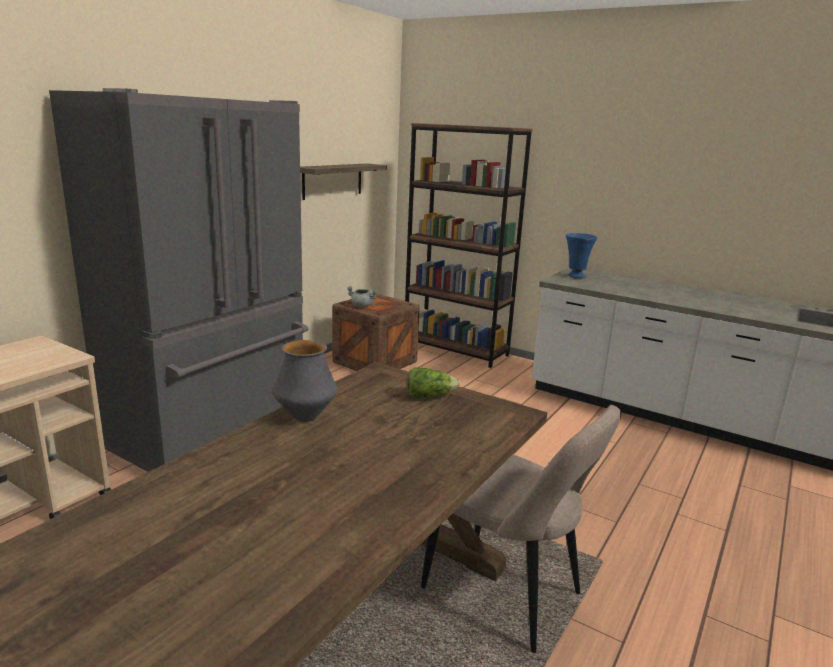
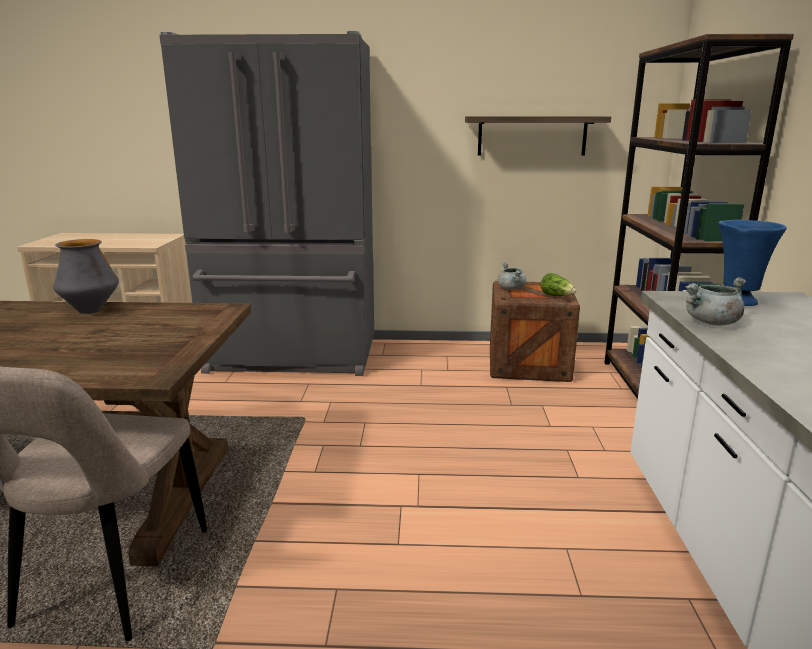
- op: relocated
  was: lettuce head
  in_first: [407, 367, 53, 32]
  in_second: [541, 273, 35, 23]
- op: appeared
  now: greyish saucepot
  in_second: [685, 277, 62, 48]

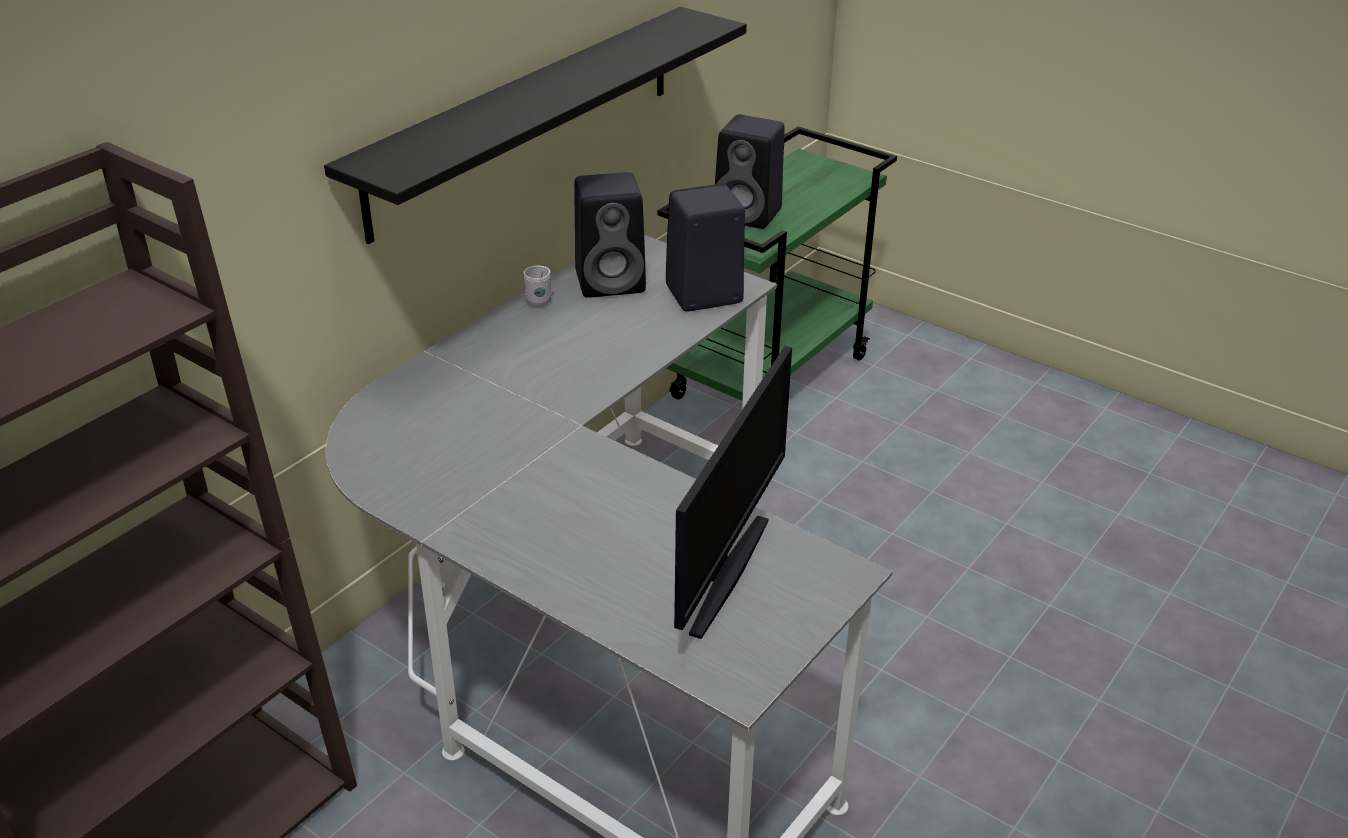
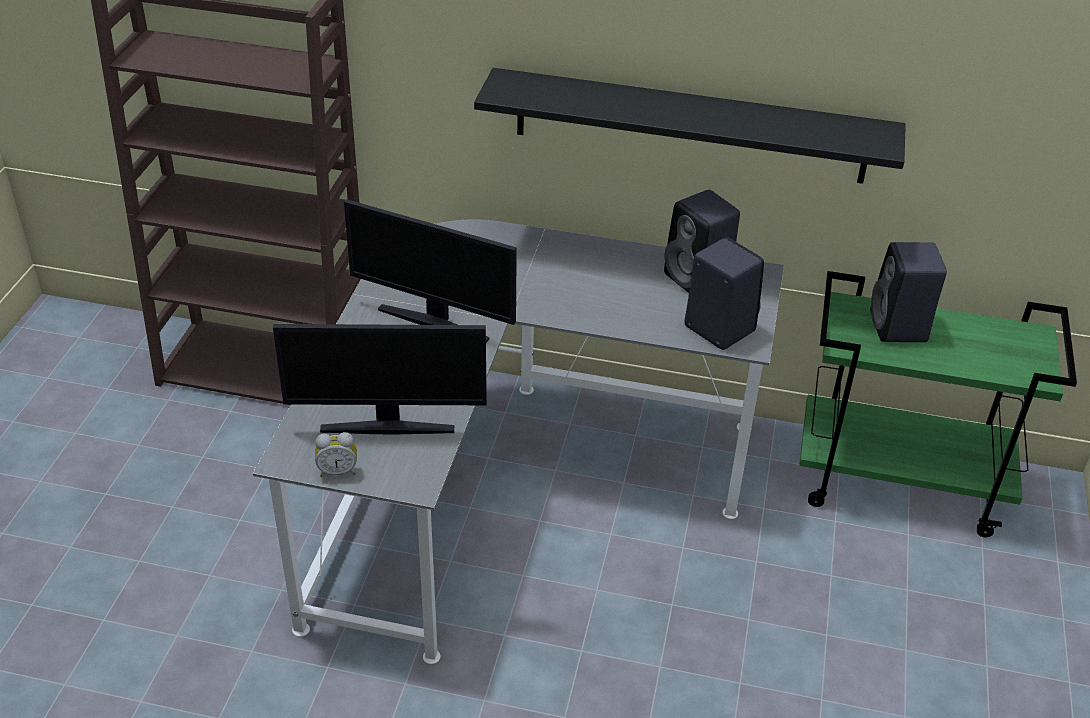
- op: missing
  was: white-coloured tea mug
  in_first: [524, 265, 28, 41]
- op: appeared
  now: computer display
  in_second: [344, 199, 173, 144]
- op: appeared
  now: bedside clock
  in_second: [315, 432, 42, 45]

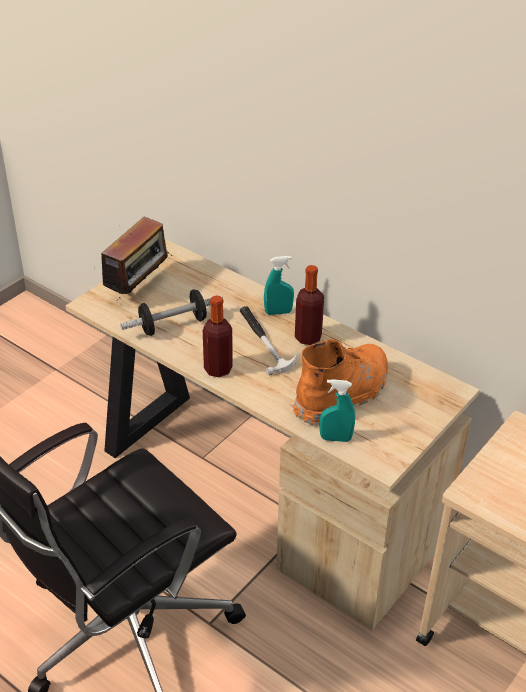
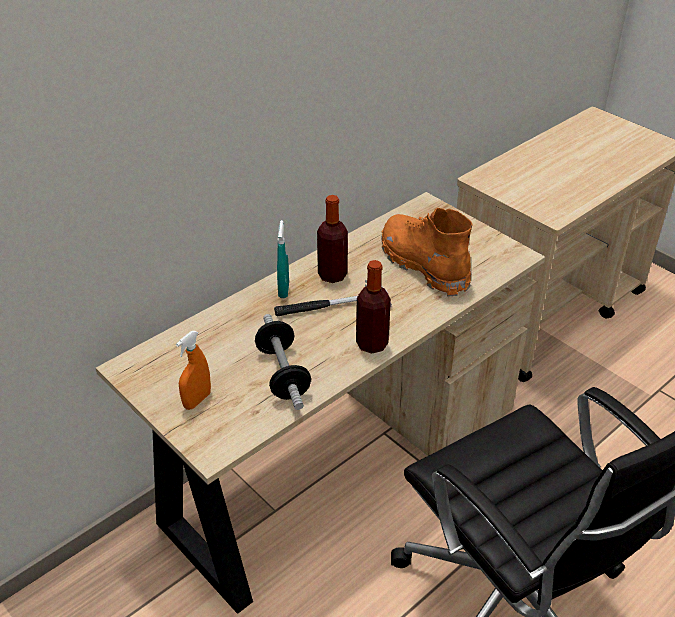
- op: exchanged
  was: radio set
  now: orange-coloured spray bottle
  in_first: [101, 217, 71, 86]
  in_second: [176, 331, 35, 79]
- op: missing
  was: turquoise spray bottle
  in_first: [320, 379, 35, 63]

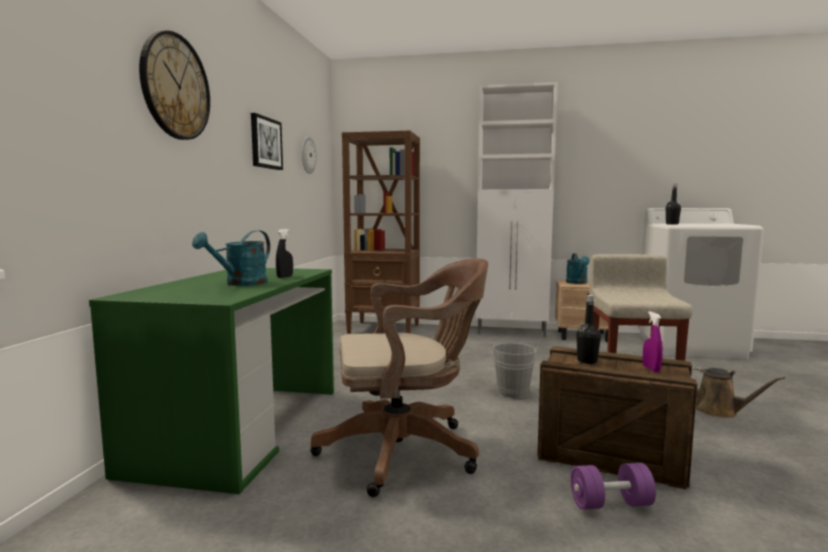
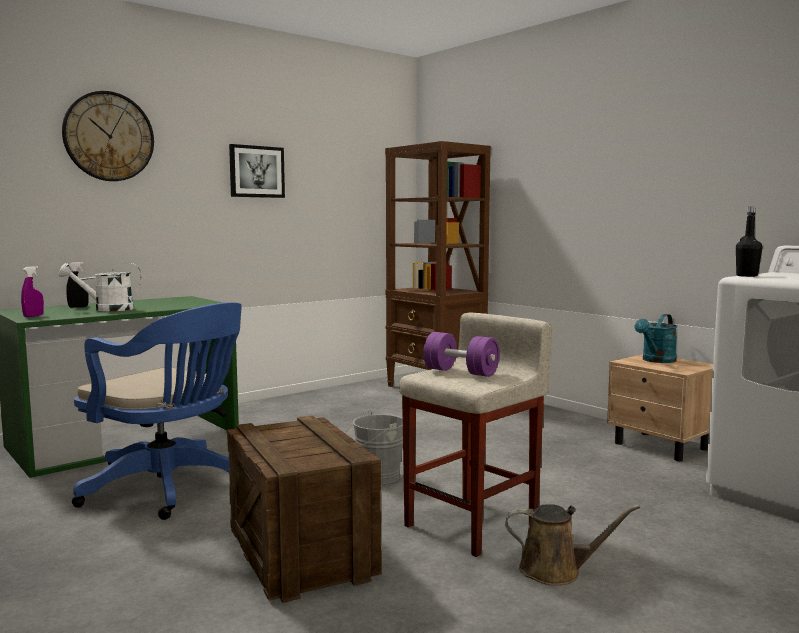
- op: missing
  was: white-coloured cupboard
  in_first: [476, 82, 82, 255]
- op: missing
  was: clock on the wall
  in_first: [302, 136, 15, 38]
- op: relocated
  was: blackish spray bottle
  in_first: [276, 229, 17, 49]
  in_second: [66, 262, 23, 46]
- op: colour
  was: turquoise watering pot
  now: white-coloured watering pot
  in_first: [192, 230, 78, 56]
  in_second: [59, 263, 82, 48]
- op: colour
  was: brown-coloured computer chair
  now: blue-coloured computer chair
  in_first: [310, 259, 178, 238]
  in_second: [72, 302, 170, 218]
- op: missing
  was: blackish drink bottle
  in_first: [576, 295, 25, 69]
- op: relocated
  was: purple-coloured spray bottle
  in_first: [643, 311, 20, 61]
  in_second: [21, 266, 23, 51]
- op: spun
  was: brown-coloured watering pot
  in_first: [692, 367, 93, 51]
  in_second: [505, 504, 135, 82]
  clockwise: -75
- op: relocated
  was: purple-coloured free weight
  in_first: [570, 463, 86, 47]
  in_second: [423, 332, 77, 45]

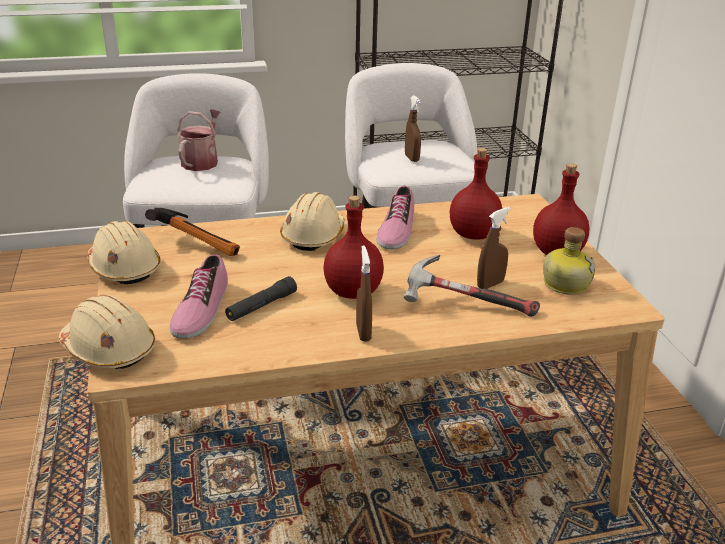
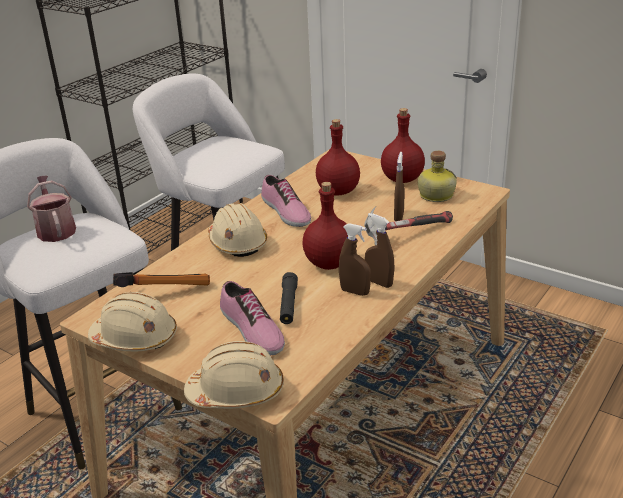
- op: relocated
  was: brown-coloured spray bottle
  in_first: [405, 95, 16, 67]
  in_second: [339, 223, 32, 73]

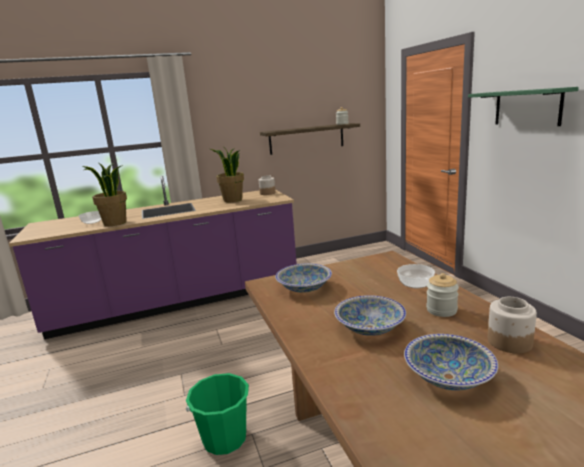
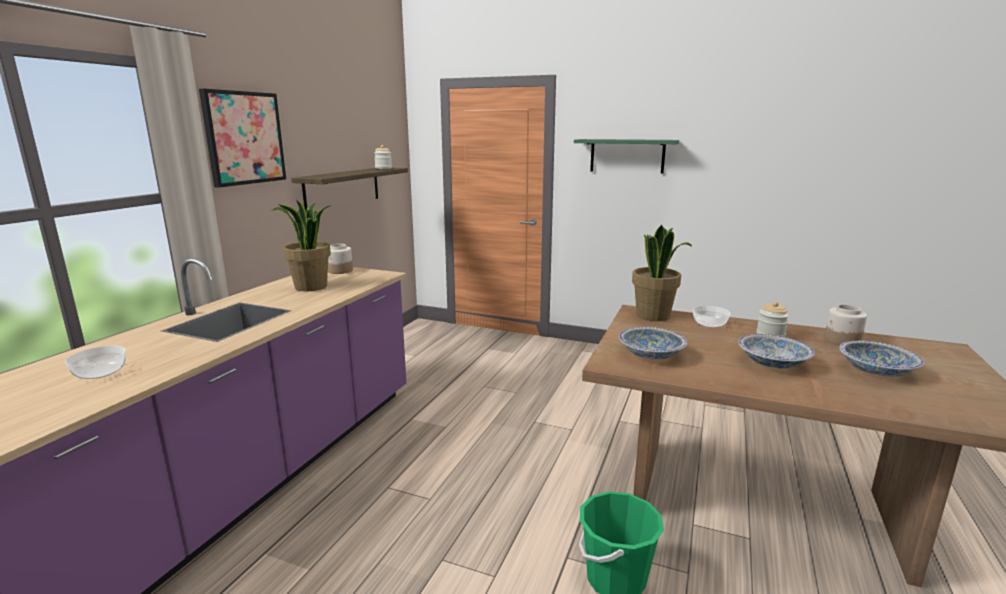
- op: relocated
  was: houseplant
  in_first: [82, 162, 45, 64]
  in_second: [632, 225, 60, 96]
- op: appeared
  now: wall art
  in_second: [199, 89, 87, 99]

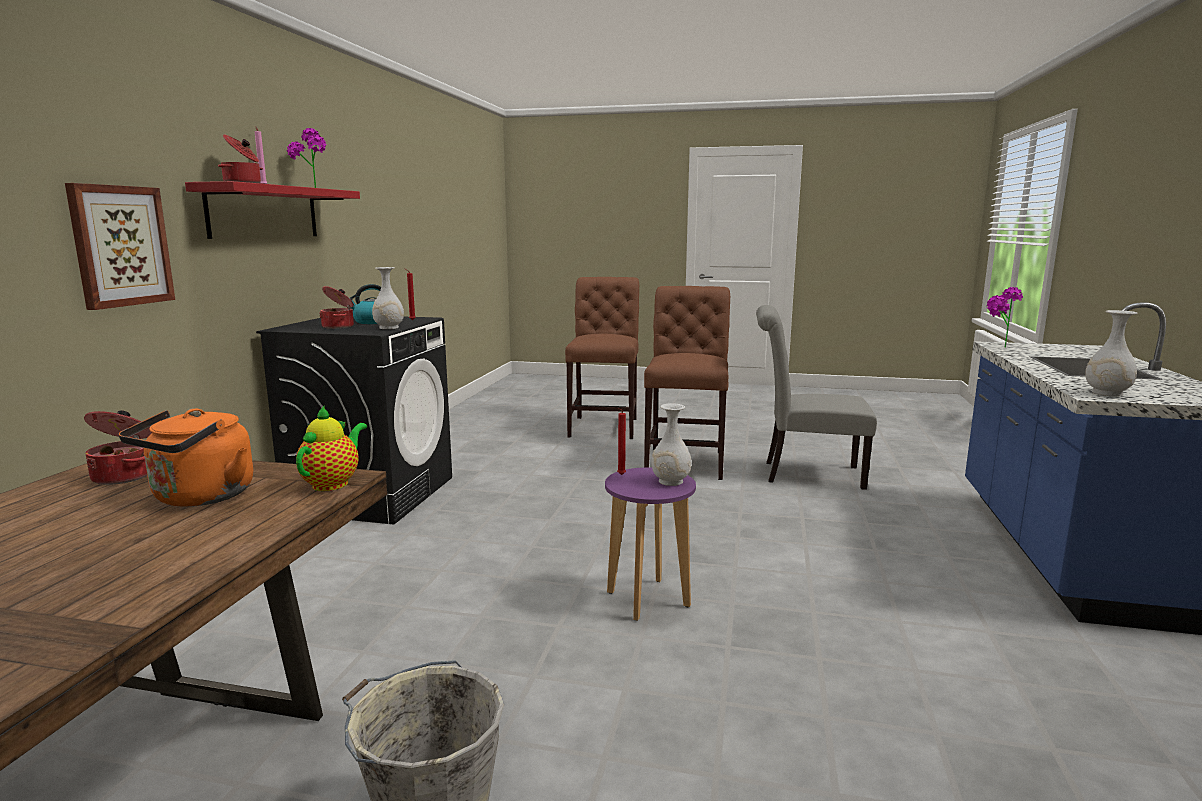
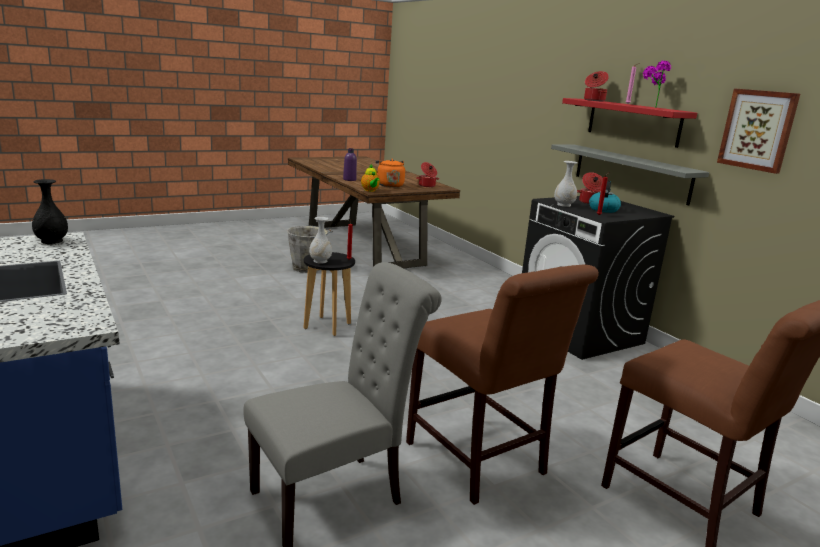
- op: relocated
  was: wall art
  in_first: [65, 183, 110, 127]
  in_second: [717, 88, 83, 86]
- op: missing
  was: houseplant
  in_first: [987, 287, 36, 61]
- op: colour
  was: white-coloured flower vase
  now: blackish flower vase
  in_first: [1085, 310, 53, 86]
  in_second: [32, 179, 36, 65]
- op: colour
  was: purple-coloured stool seat
  now: blackish stool seat
  in_first: [605, 467, 91, 154]
  in_second: [304, 252, 51, 84]
- op: appeared
  now: greyish bracket shelf
  in_second: [551, 144, 158, 61]
- op: appeared
  now: purple-coloured drink bottle
  in_second: [343, 148, 14, 33]

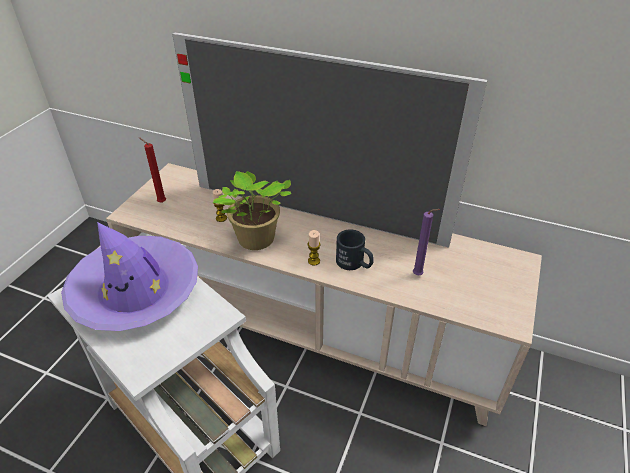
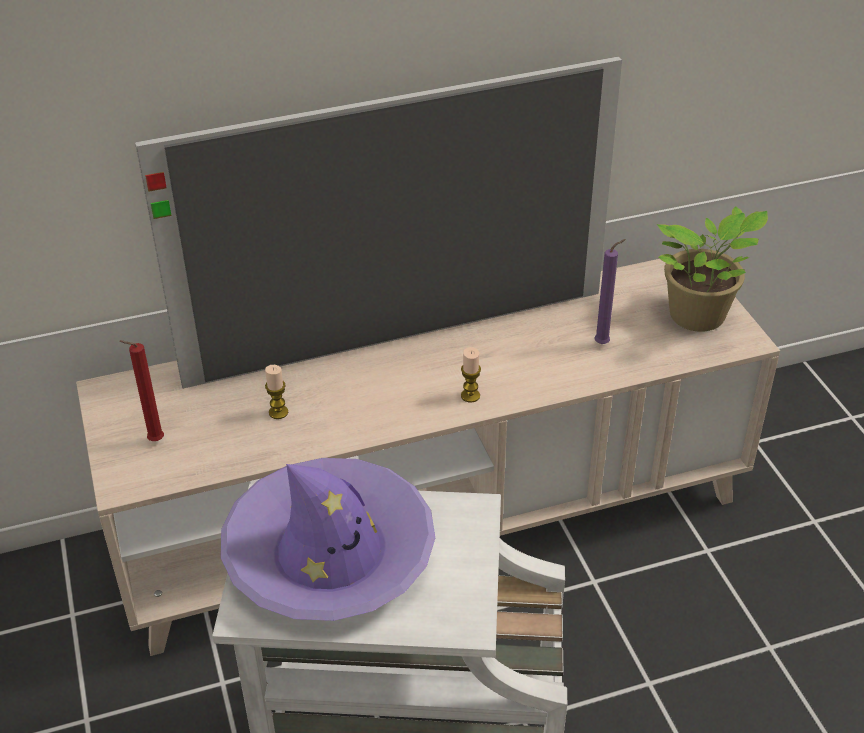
- op: relocated
  was: houseplant
  in_first: [213, 171, 78, 79]
  in_second: [657, 206, 111, 126]
- op: missing
  was: blackish tea mug
  in_first: [336, 229, 38, 41]

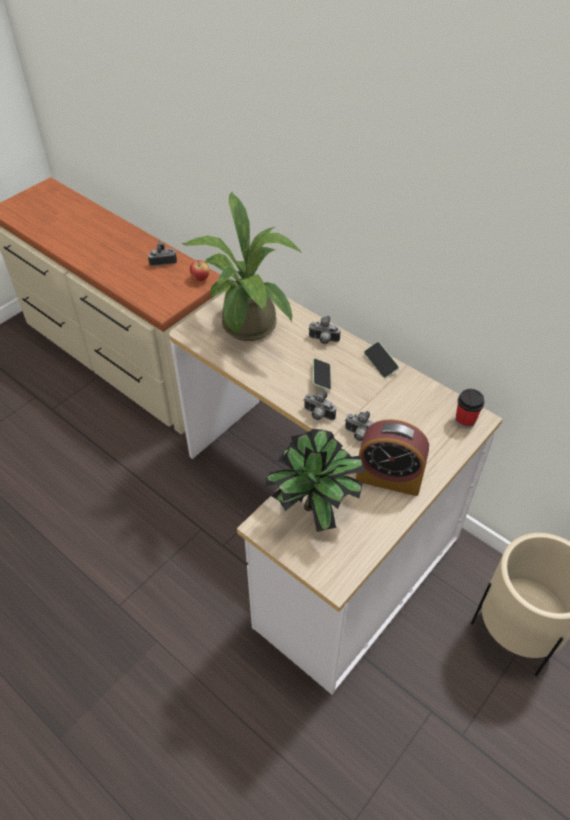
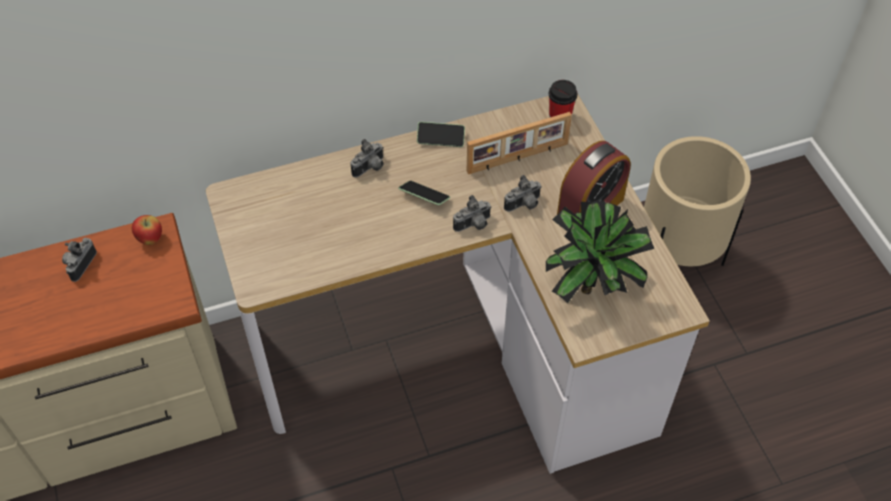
- op: missing
  was: houseplant
  in_first: [182, 191, 120, 150]
- op: appeared
  now: picture frame
  in_second: [467, 112, 105, 62]

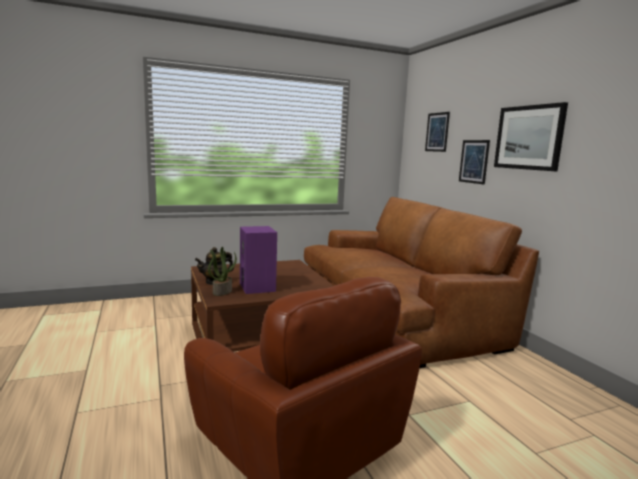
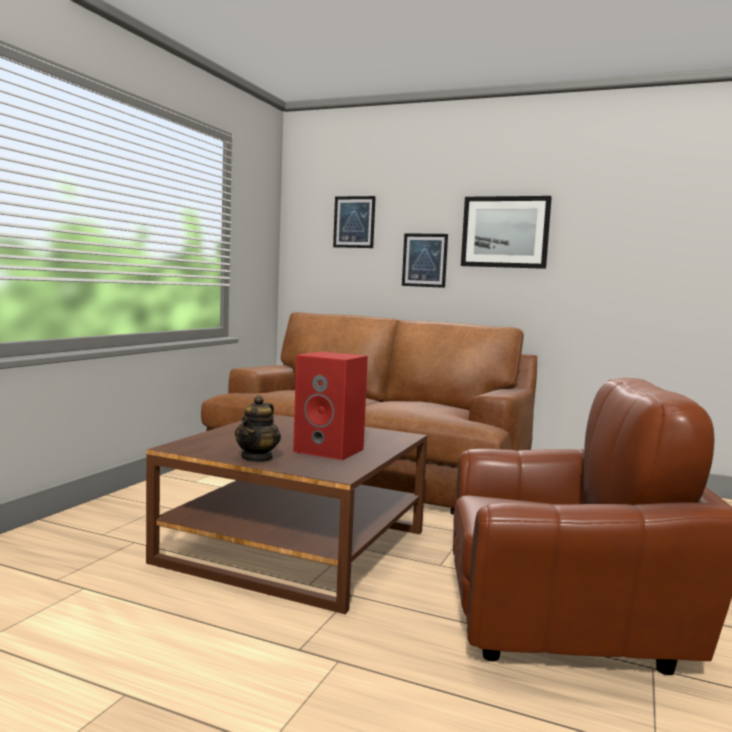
- op: colour
  was: purple-coloured loudspeaker
  now: red-coloured loudspeaker
  in_first: [240, 226, 37, 68]
  in_second: [293, 351, 75, 109]
- op: missing
  was: houseplant
  in_first: [208, 247, 29, 49]

